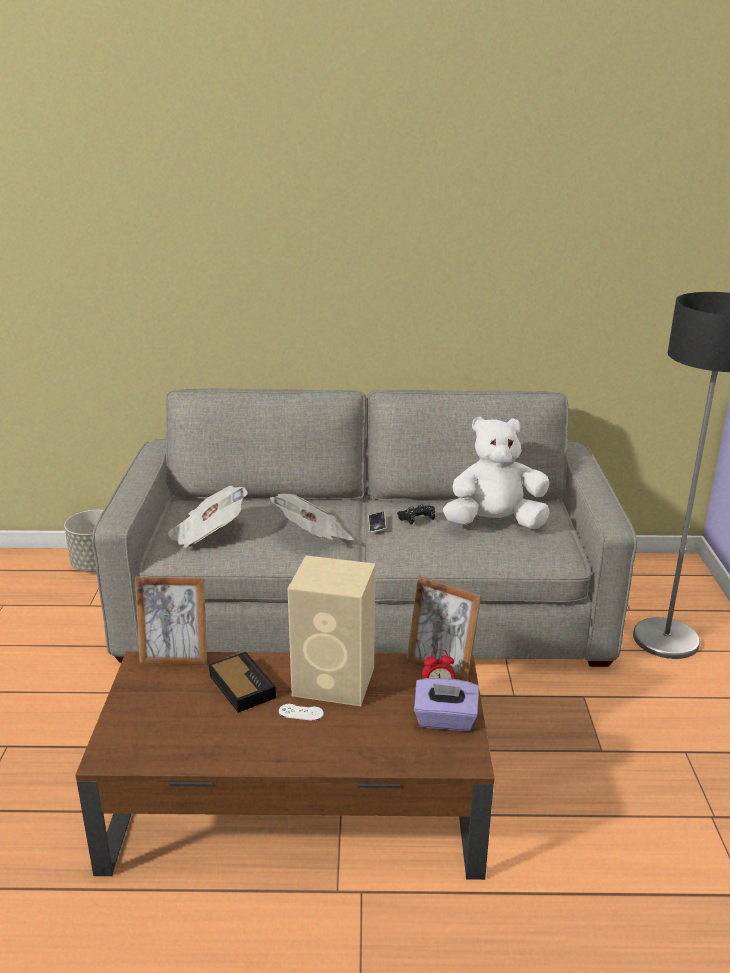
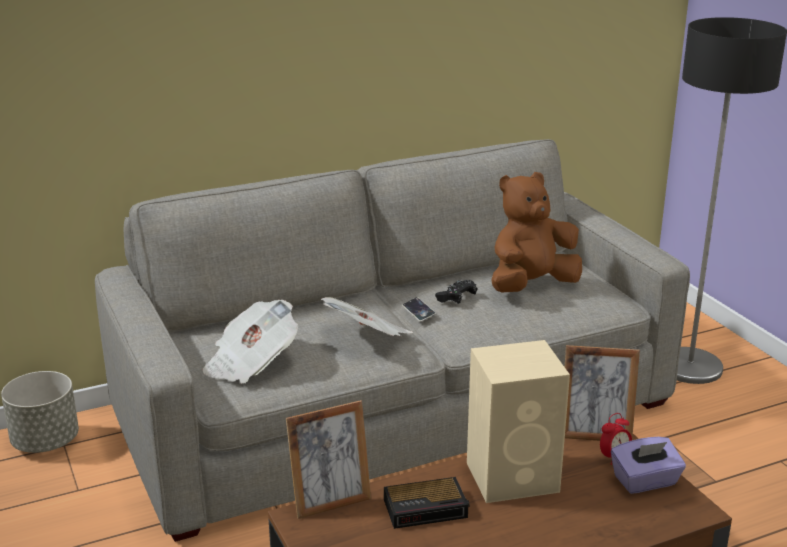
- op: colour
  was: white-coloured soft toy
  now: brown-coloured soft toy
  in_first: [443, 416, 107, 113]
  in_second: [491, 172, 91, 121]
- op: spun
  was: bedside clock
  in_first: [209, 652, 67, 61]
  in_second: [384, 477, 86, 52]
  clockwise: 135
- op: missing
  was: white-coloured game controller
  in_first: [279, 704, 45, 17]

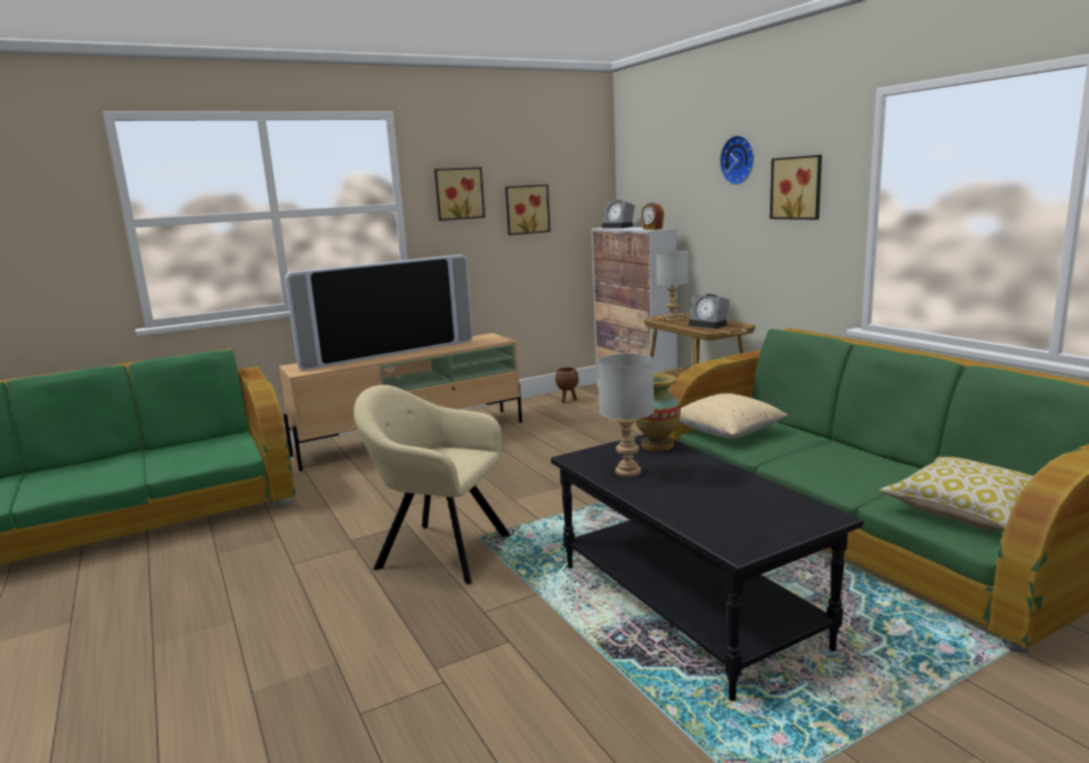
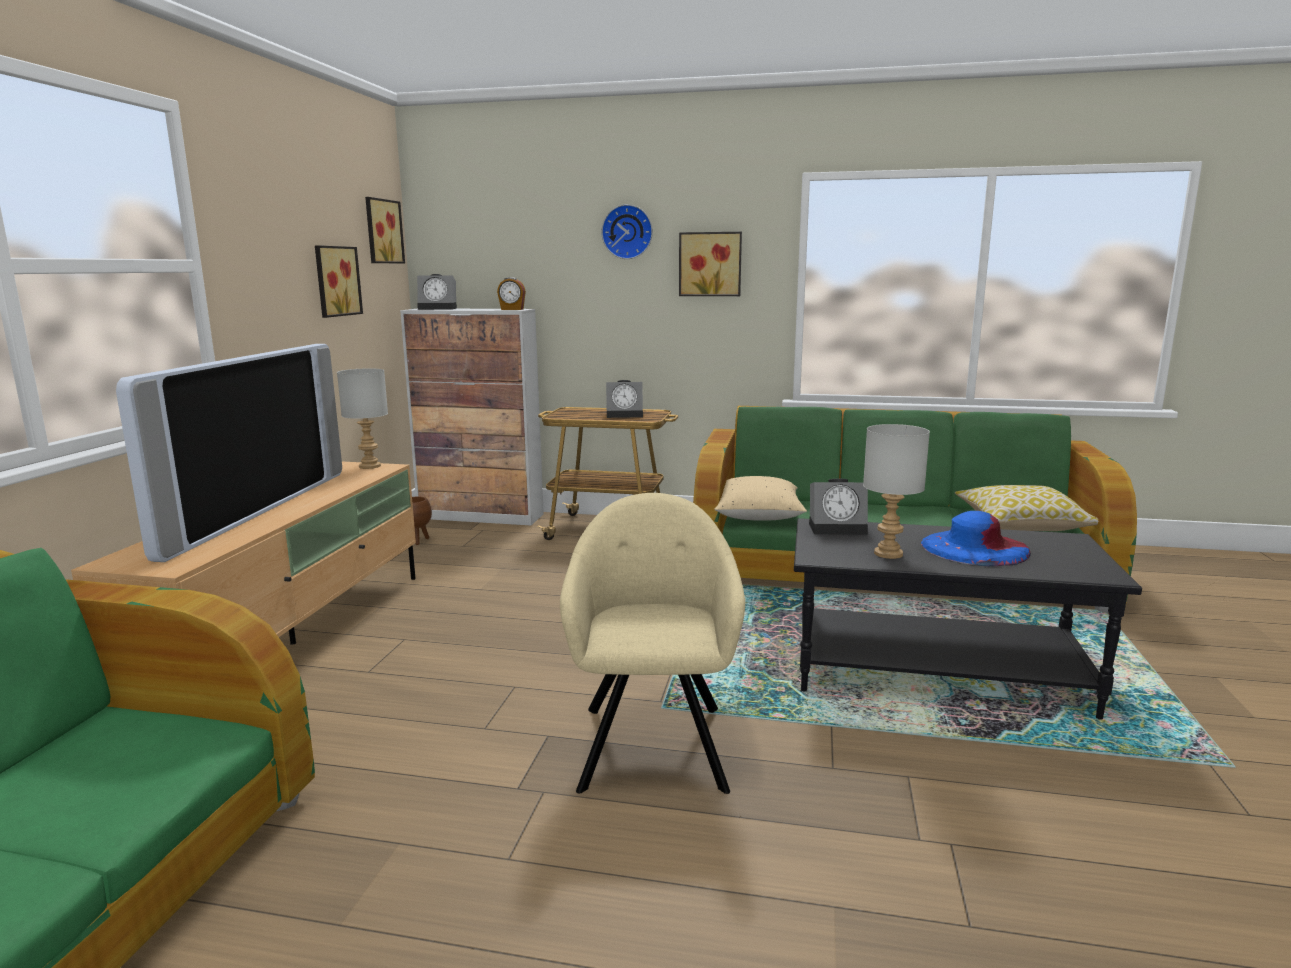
- op: relocated
  was: wall art
  in_first: [434, 167, 51, 54]
  in_second: [365, 197, 40, 66]
- op: relocated
  was: greyish table lamp
  in_first: [657, 251, 32, 70]
  in_second: [337, 368, 51, 101]
- op: exchanged
  was: flower vase
  now: bedside clock
  in_first: [636, 373, 45, 78]
  in_second: [809, 479, 59, 56]
- op: spun
  was: sand-coloured easy chair
  in_first: [354, 385, 156, 199]
  in_second: [560, 493, 185, 301]
  clockwise: 120
- op: appeared
  now: blue-coloured wearable hat
  in_second: [921, 511, 110, 55]

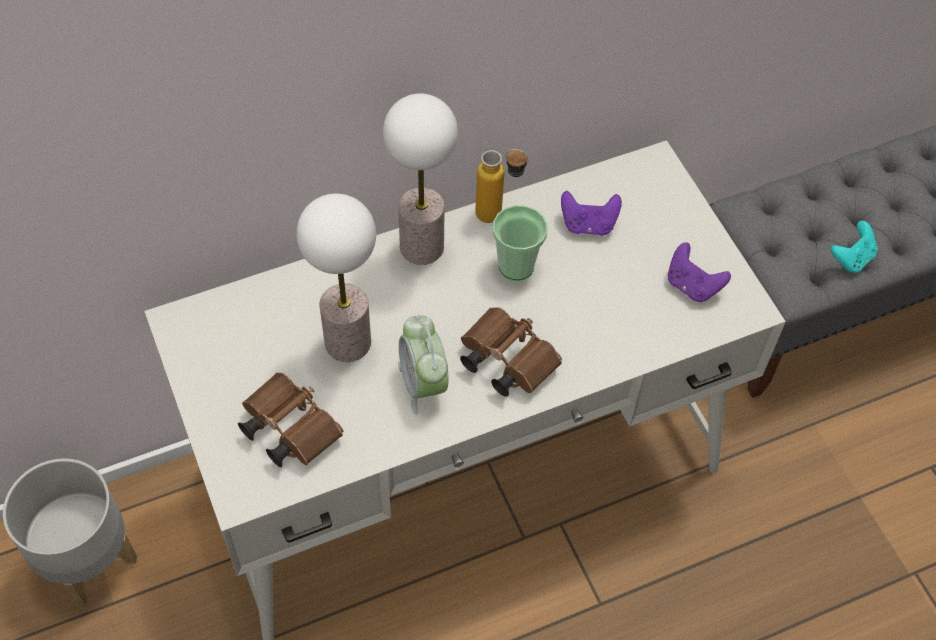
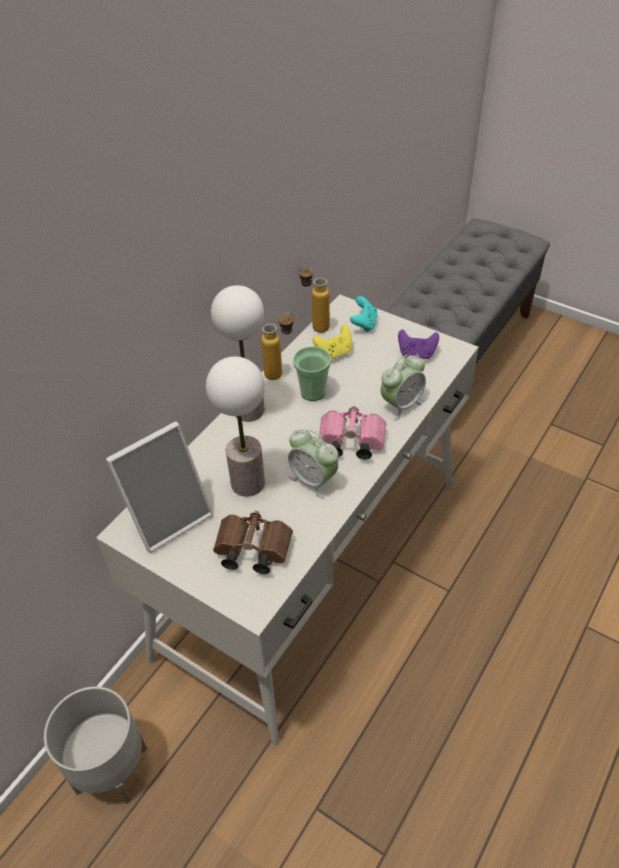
- op: colour
  was: purple-coloured game controller
  now: yellow-coloured game controller
  in_first: [561, 191, 61, 45]
  in_second: [313, 325, 39, 34]
- op: relocated
  was: turquoise game controller
  in_first: [831, 221, 47, 52]
  in_second: [350, 296, 28, 36]
- op: colour
  was: brown-coloured field glasses
  now: pinkish field glasses
  in_first: [460, 307, 102, 90]
  in_second: [319, 406, 67, 54]
- op: appeared
  now: drink bottle
  in_second: [299, 265, 31, 68]
- op: appeared
  now: bedside clock
  in_second: [381, 355, 45, 66]
- op: appeared
  now: picture frame
  in_second: [106, 422, 107, 131]

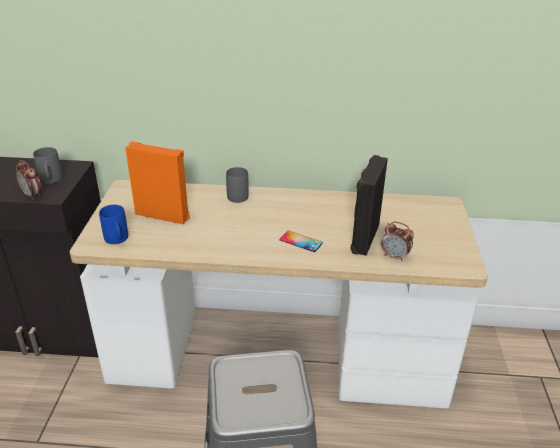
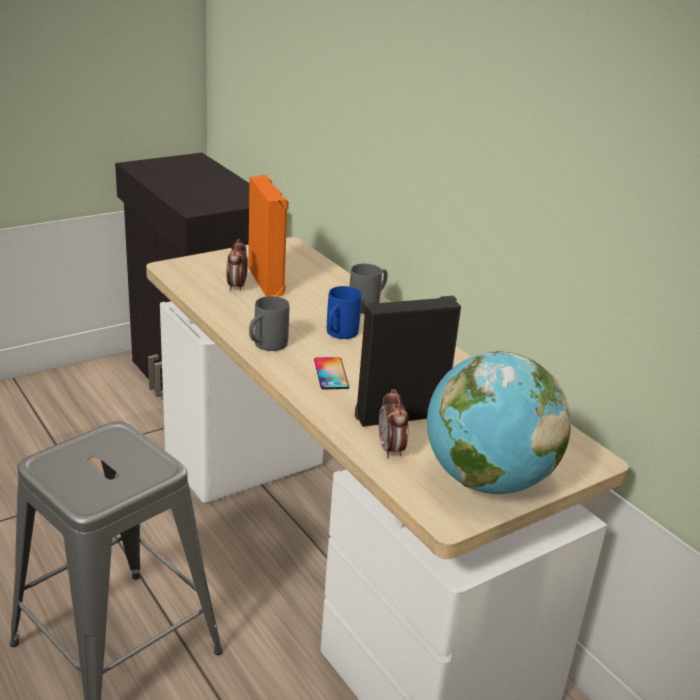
- op: relocated
  was: greyish tea mug
  in_first: [33, 147, 30, 37]
  in_second: [249, 296, 40, 55]
- op: relocated
  was: bedside clock
  in_first: [16, 160, 26, 40]
  in_second: [226, 239, 22, 52]
- op: relocated
  was: blue-coloured tea mug
  in_first: [99, 205, 29, 39]
  in_second: [327, 286, 35, 53]
- op: appeared
  now: globe
  in_second: [427, 351, 144, 143]

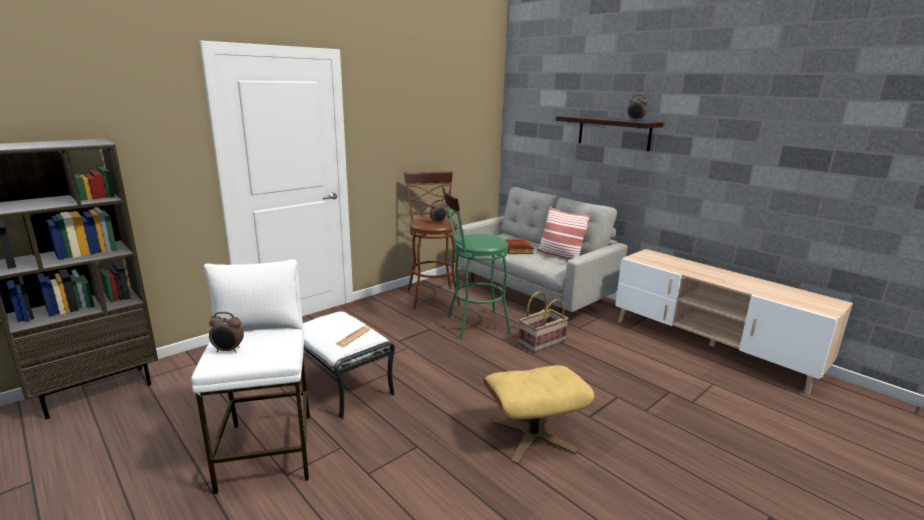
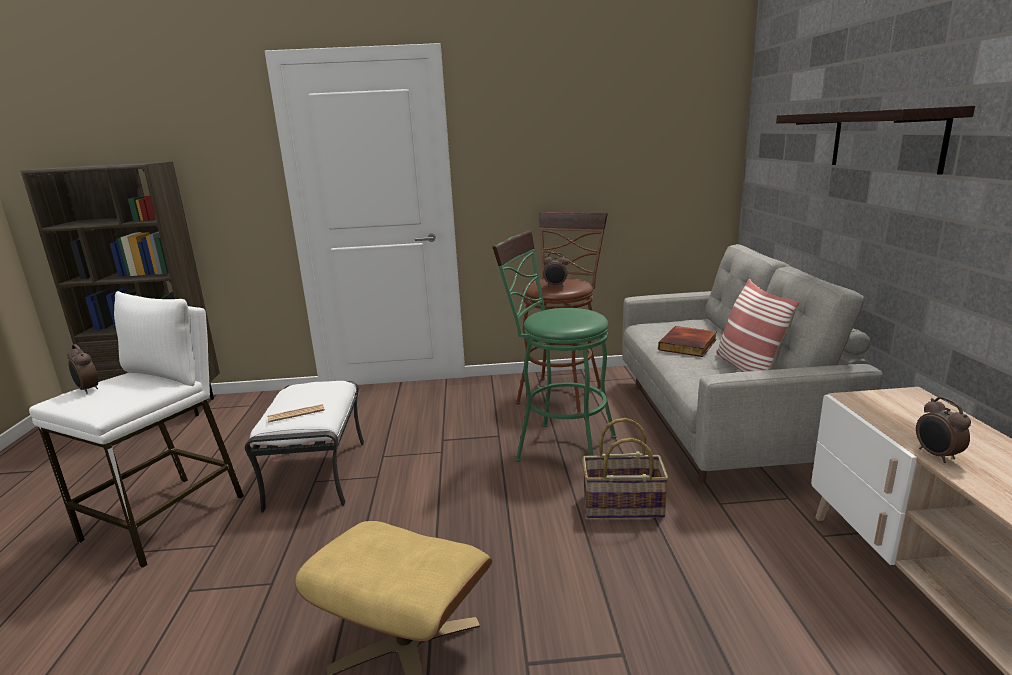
- op: relocated
  was: bedside clock
  in_first: [627, 95, 20, 25]
  in_second: [916, 397, 55, 66]

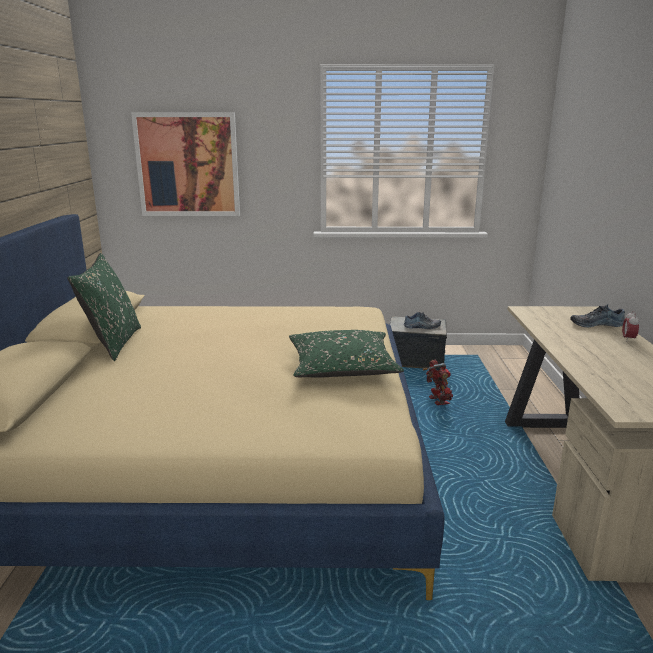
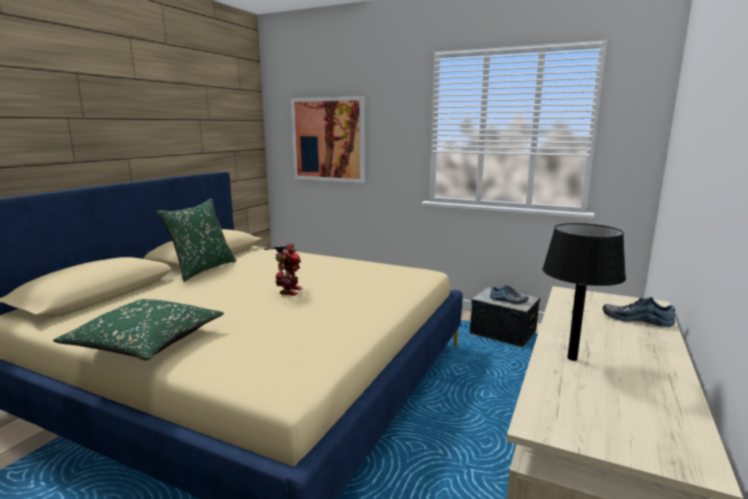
- op: missing
  was: bedside clock
  in_first: [622, 311, 17, 31]
- op: relocated
  was: green throw pillow
  in_first: [289, 330, 115, 48]
  in_second: [53, 299, 171, 61]
- op: relocated
  was: model robot
  in_first: [423, 359, 30, 46]
  in_second: [264, 244, 38, 52]
- op: appeared
  now: blackish table lamp
  in_second: [542, 223, 84, 138]

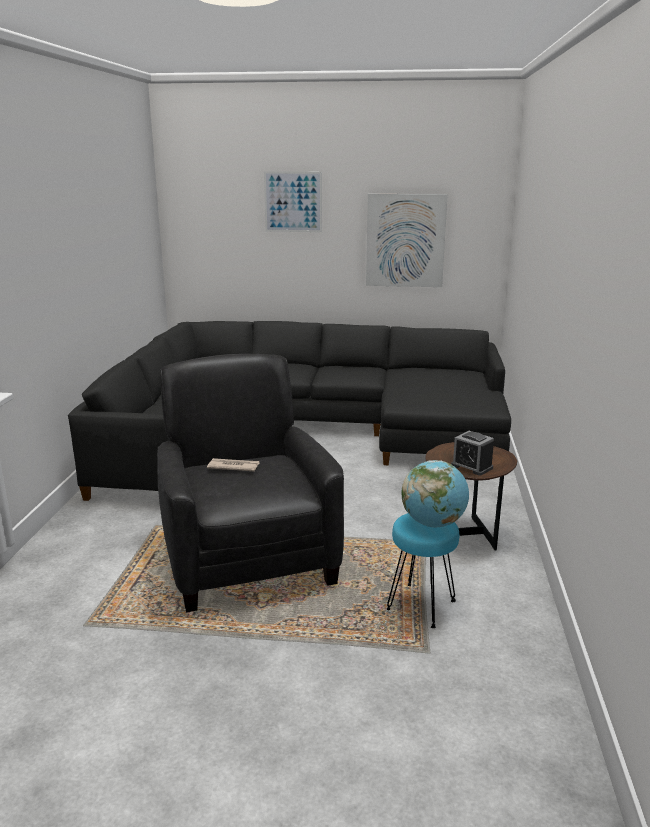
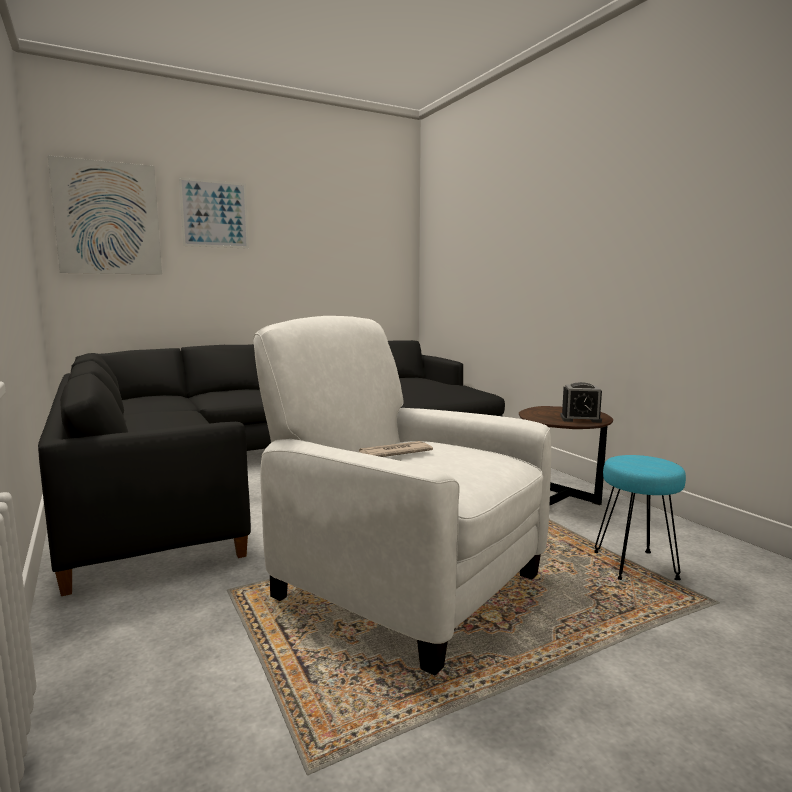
- op: relocated
  was: wall art
  in_first: [366, 194, 82, 93]
  in_second: [48, 156, 114, 119]
- op: colour
  was: blackish easy chair
  now: white-coloured easy chair
  in_first: [157, 354, 187, 258]
  in_second: [253, 316, 298, 359]
- op: missing
  was: globe
  in_first: [401, 460, 68, 67]

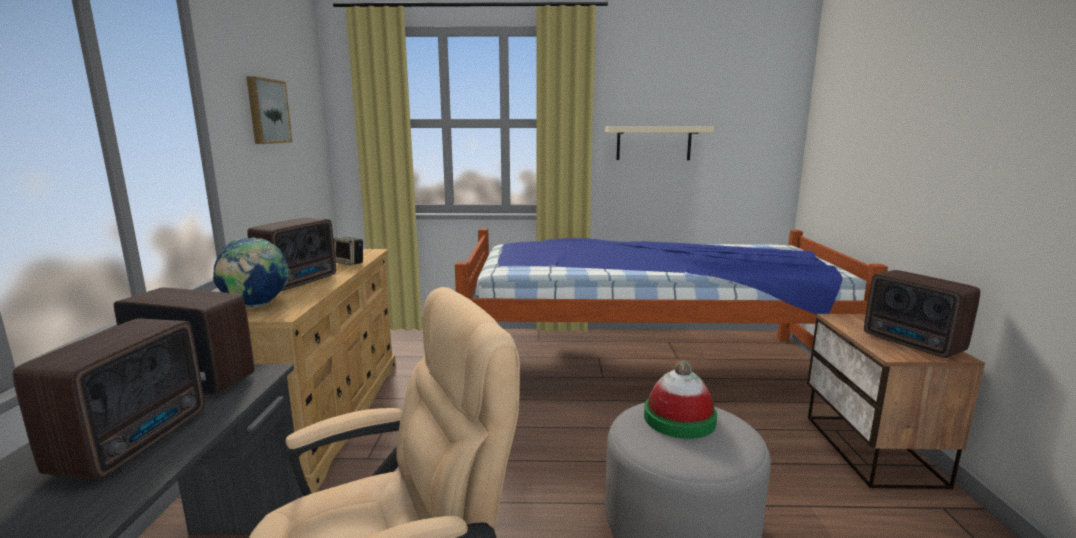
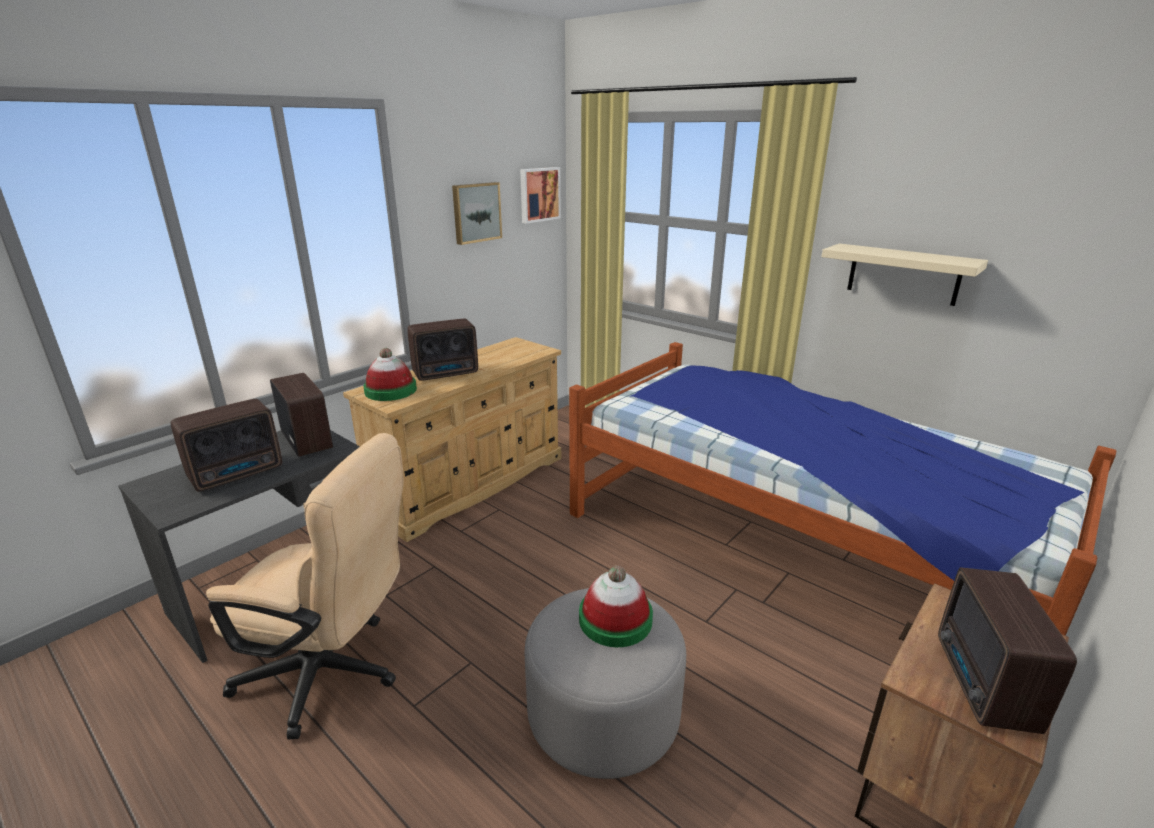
- op: exchanged
  was: globe
  now: wearable hat
  in_first: [213, 237, 77, 70]
  in_second: [363, 348, 54, 53]
- op: missing
  was: loudspeaker
  in_first: [334, 237, 29, 28]
- op: appeared
  now: wall art
  in_second: [520, 167, 41, 57]

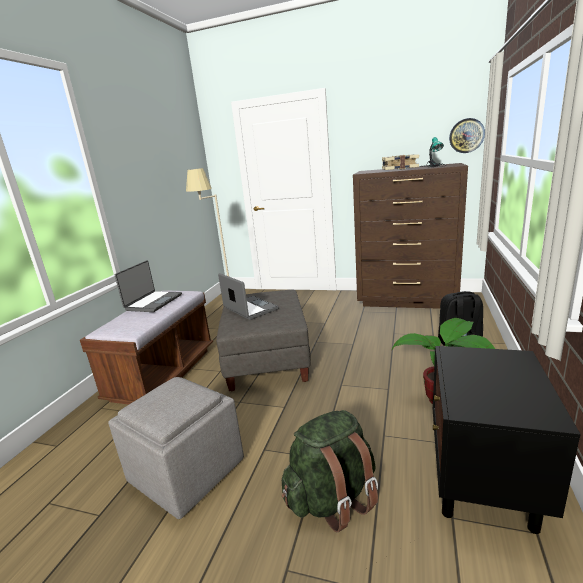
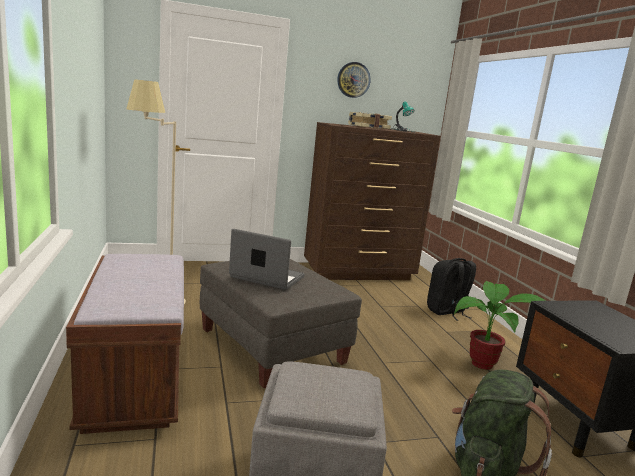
- op: relocated
  was: clock on the wall
  in_first: [449, 118, 36, 35]
  in_second: [337, 62, 34, 36]
- op: missing
  was: notebook computer
  in_first: [115, 261, 67, 51]

